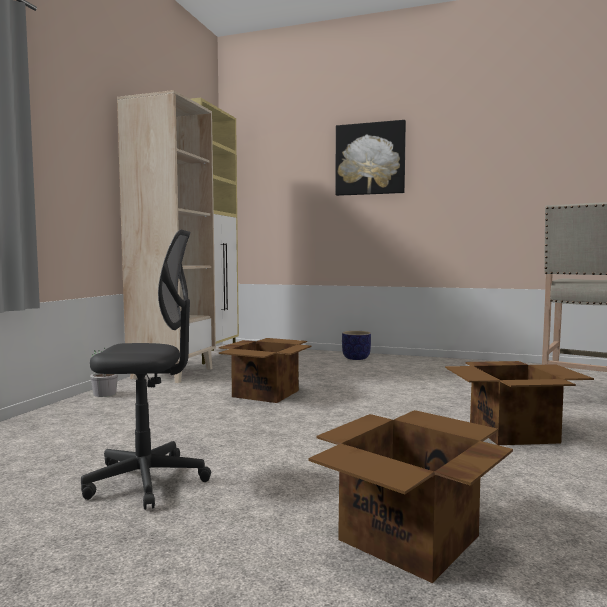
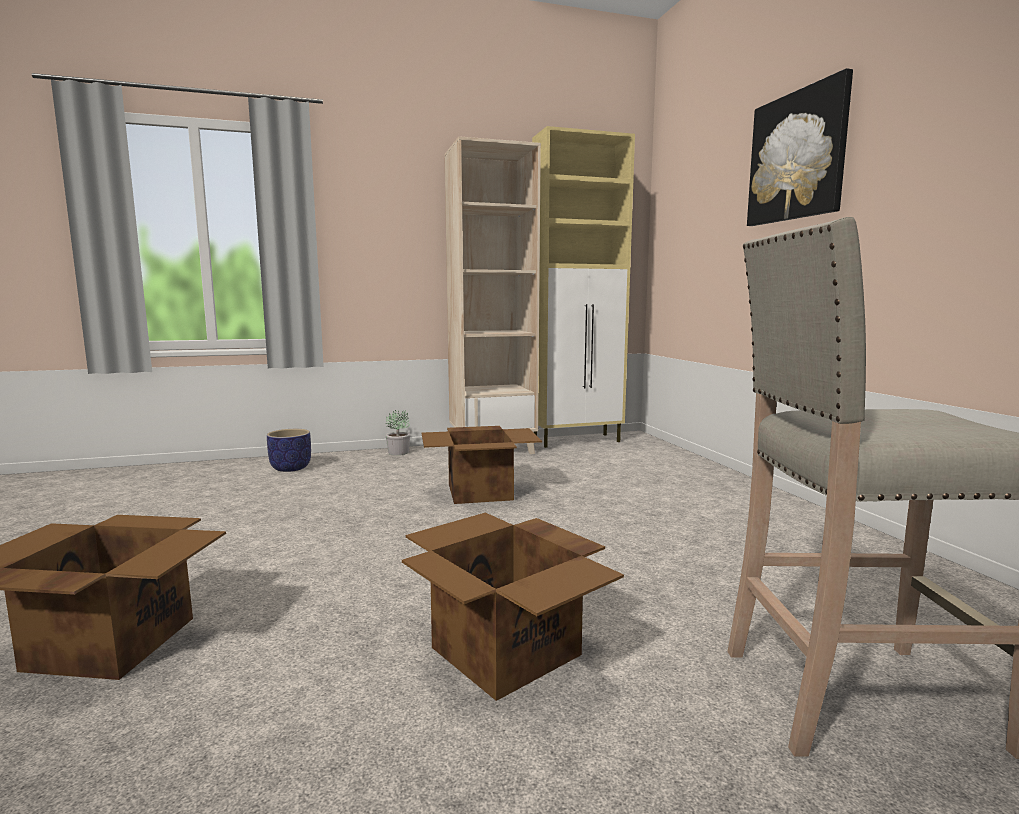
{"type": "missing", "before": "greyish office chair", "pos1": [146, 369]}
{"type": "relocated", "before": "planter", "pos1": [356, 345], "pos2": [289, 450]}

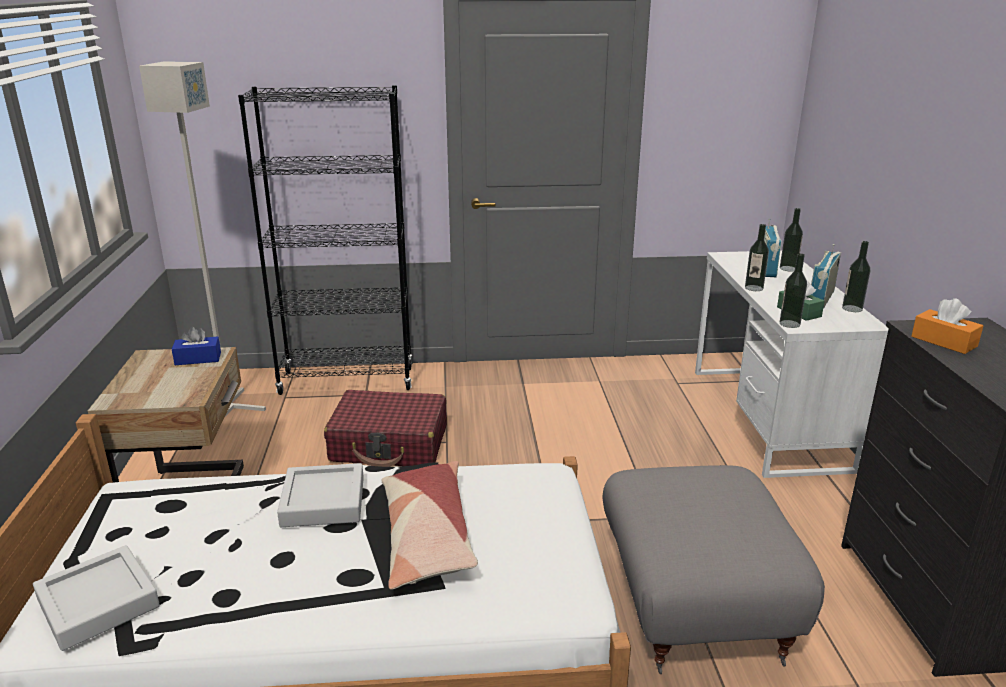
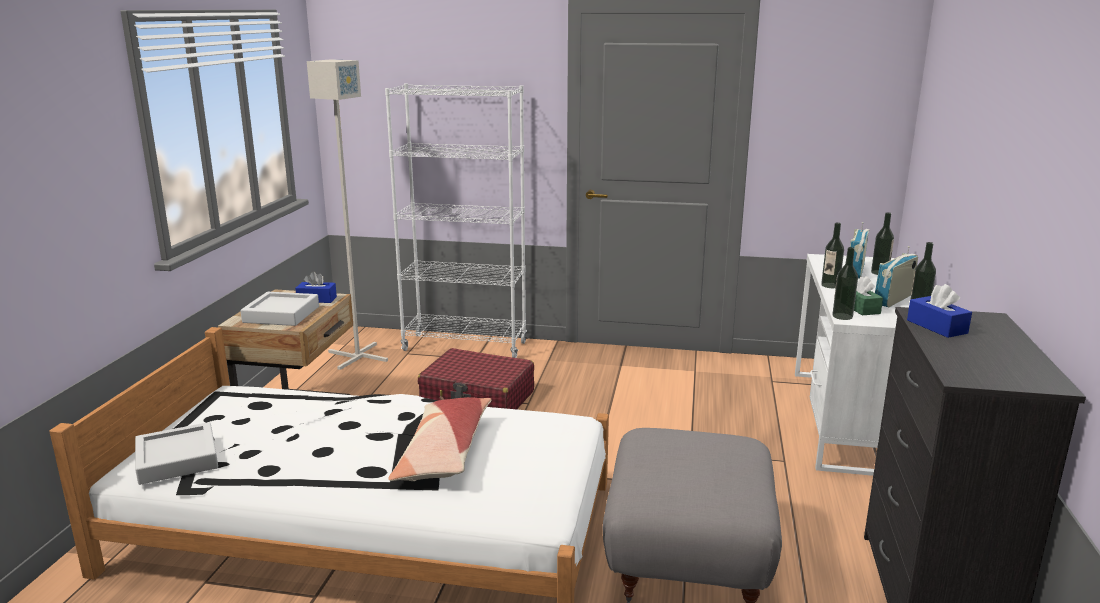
{"type": "relocated", "before": "greyish tray", "pos1": [320, 495], "pos2": [279, 309]}
{"type": "colour", "before": "black shelving unit", "after": "white-coloured shelving unit", "pos1": [325, 240], "pos2": [456, 220]}
{"type": "colour", "before": "orangey box of tissues", "after": "blue-coloured box of tissues", "pos1": [947, 326], "pos2": [939, 311]}

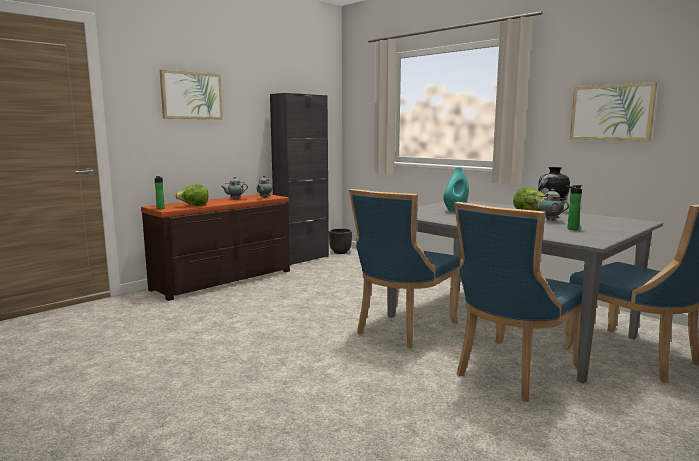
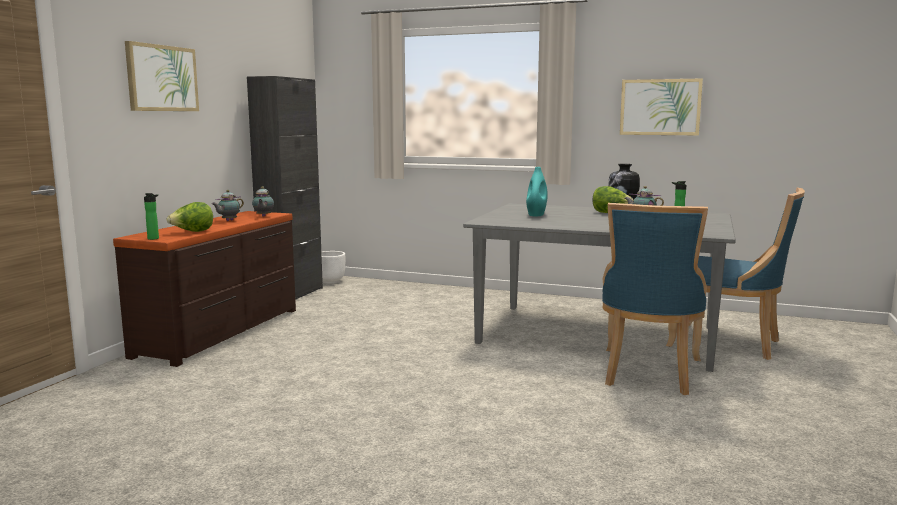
{"type": "missing", "before": "blue-coloured chair", "pos1": [404, 268]}
{"type": "colour", "before": "black planter", "after": "white-coloured planter", "pos1": [340, 241], "pos2": [333, 267]}

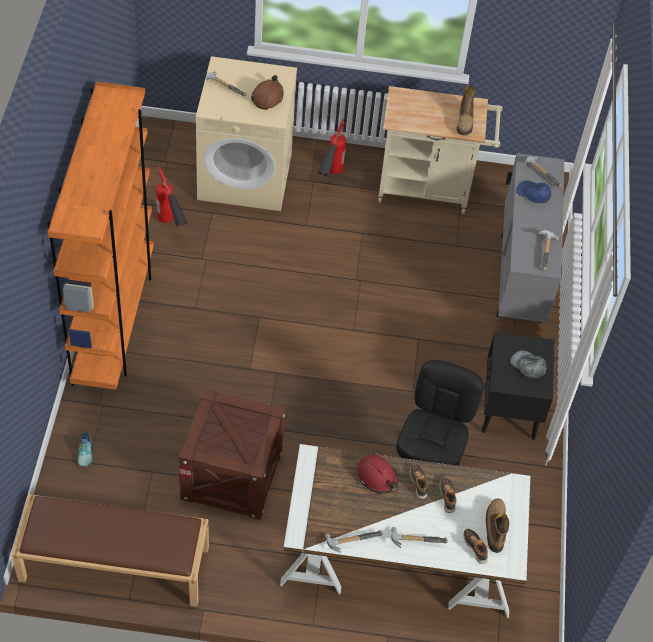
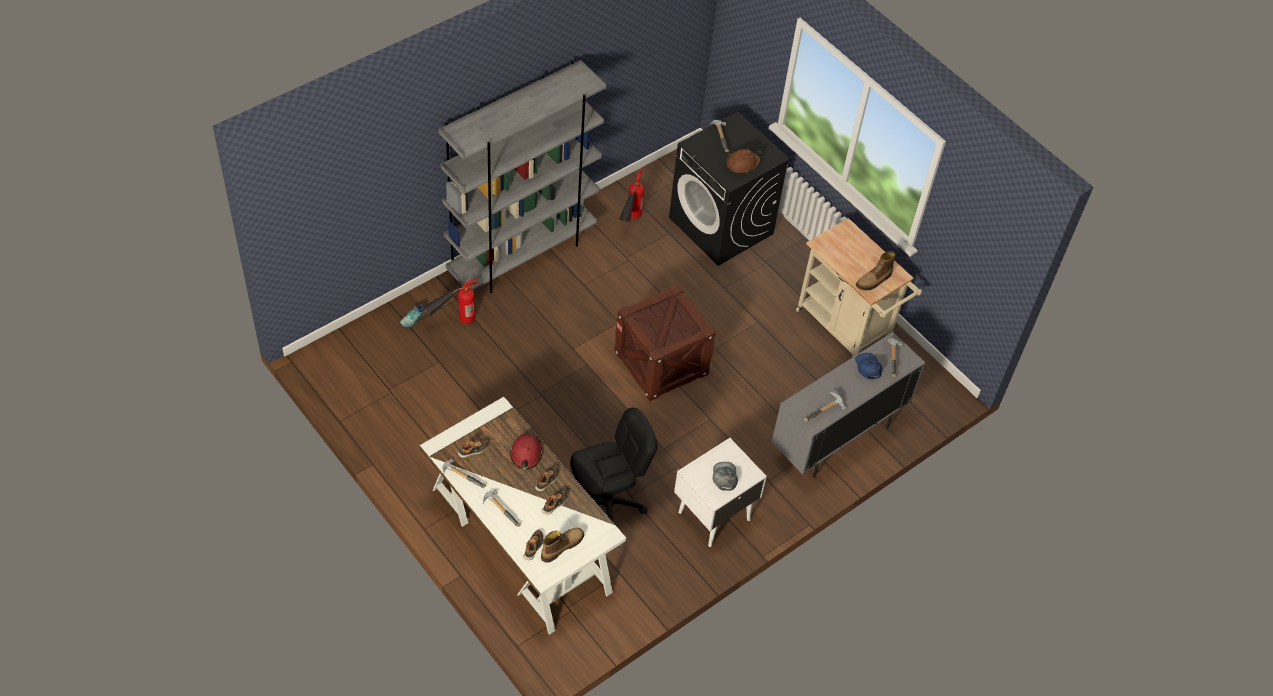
{"type": "missing", "before": "brown long seat", "pos1": [110, 550]}
{"type": "appeared", "after": "low shoe", "pos2": [473, 448]}
{"type": "relocated", "before": "shipping crate", "pos1": [232, 454], "pos2": [665, 342]}
{"type": "relocated", "before": "extinguisher", "pos1": [332, 147], "pos2": [451, 300]}
{"type": "colour", "before": "orangey shelving unit", "after": "greyish shelving unit", "pos1": [100, 236], "pos2": [522, 176]}
{"type": "colour", "before": "beige-coloured laundry machine", "after": "black laundry machine", "pos1": [246, 133], "pos2": [729, 189]}
{"type": "colour", "before": "black bedside table", "after": "white-coloured bedside table", "pos1": [517, 386], "pos2": [720, 492]}

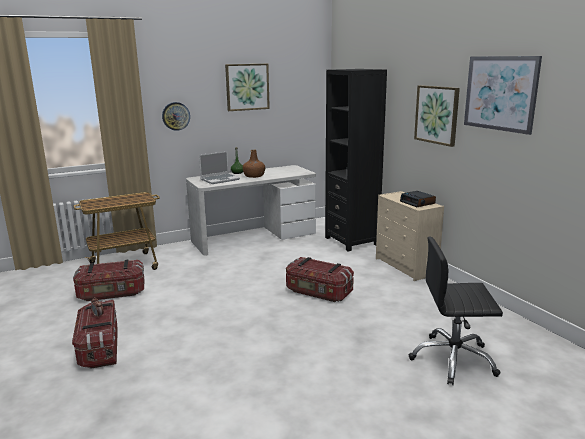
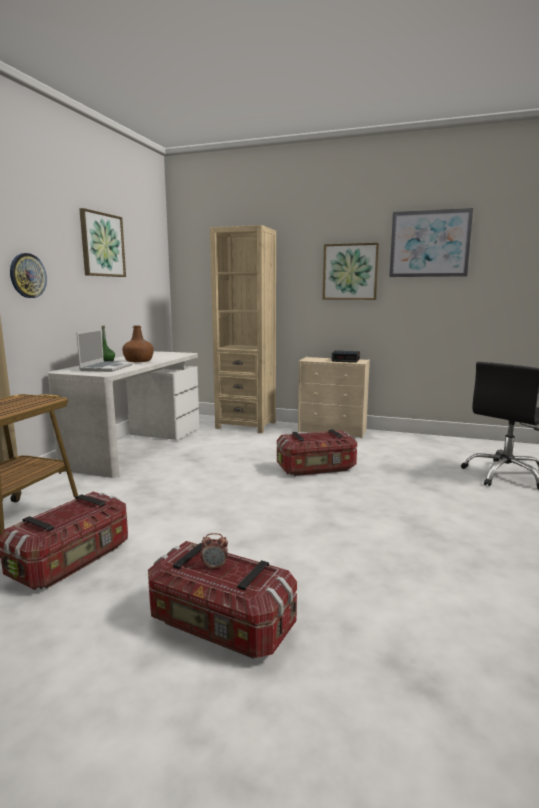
{"type": "colour", "before": "black shelving unit", "after": "beige-coloured shelving unit", "pos1": [356, 160], "pos2": [243, 329]}

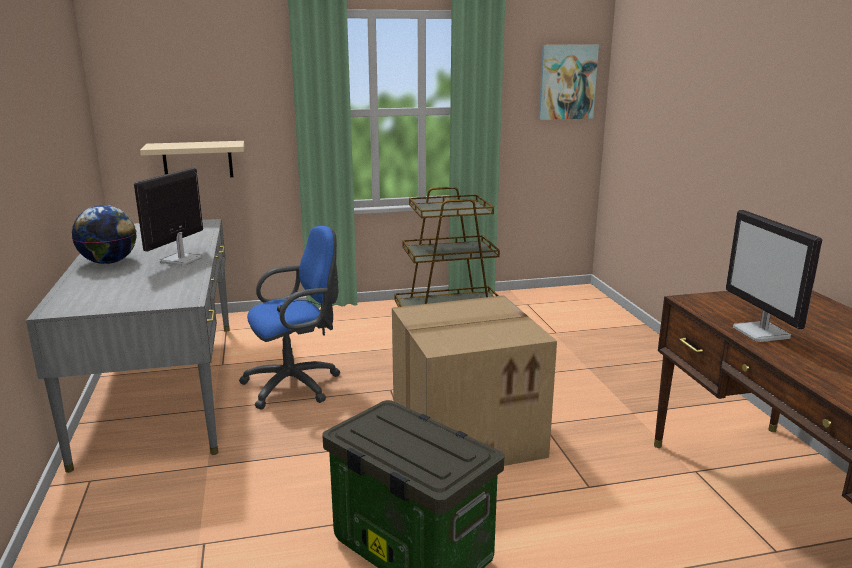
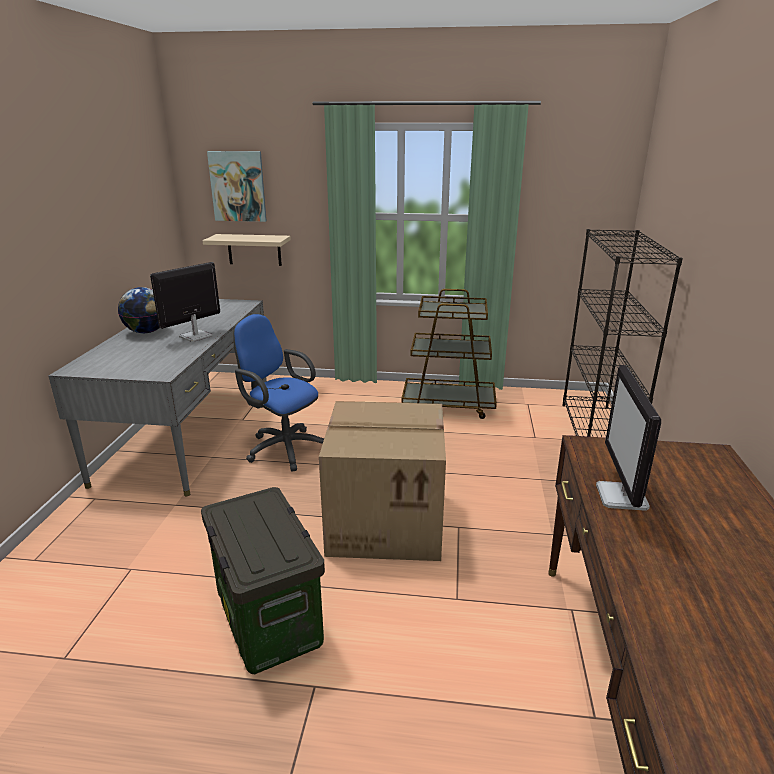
{"type": "appeared", "after": "black shelving unit", "pos2": [622, 333]}
{"type": "relocated", "before": "wall picture", "pos1": [569, 82], "pos2": [237, 186]}
{"type": "spun", "before": "blue-coloured office chair", "pos1": [289, 318], "pos2": [278, 393], "turn": -135}

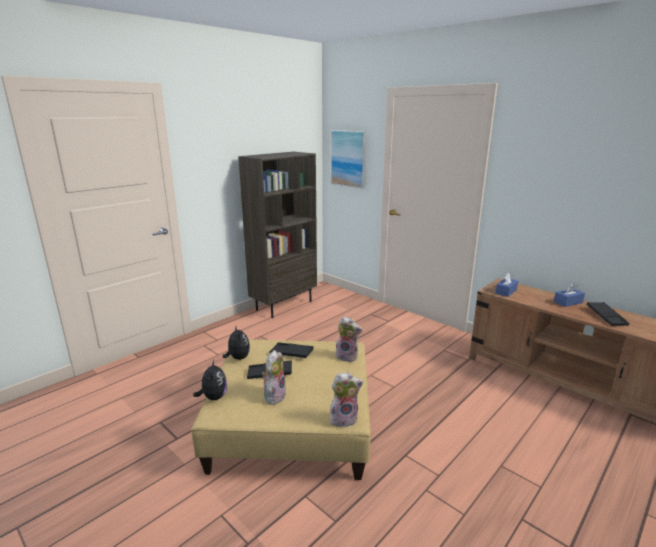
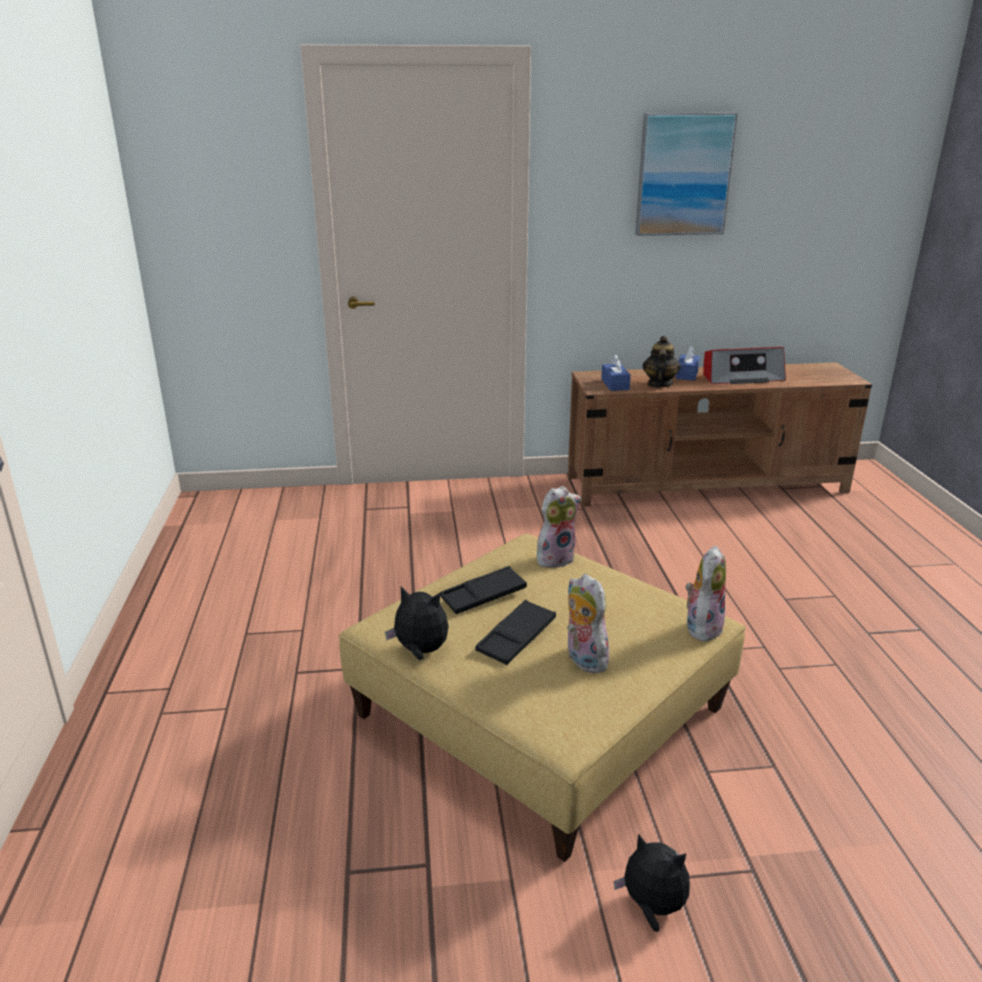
{"type": "missing", "before": "brown shelving unit", "pos1": [277, 235]}
{"type": "appeared", "after": "pot for tea", "pos2": [662, 361]}
{"type": "relocated", "before": "plush toy", "pos1": [210, 380], "pos2": [652, 883]}
{"type": "relocated", "before": "wall picture", "pos1": [349, 159], "pos2": [686, 174]}
{"type": "exchanged", "before": "black tray", "after": "radio set", "pos1": [608, 314], "pos2": [744, 365]}

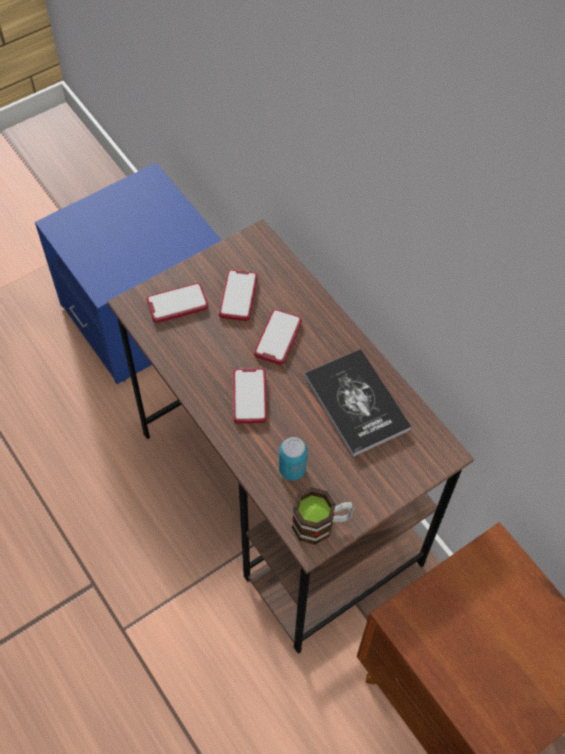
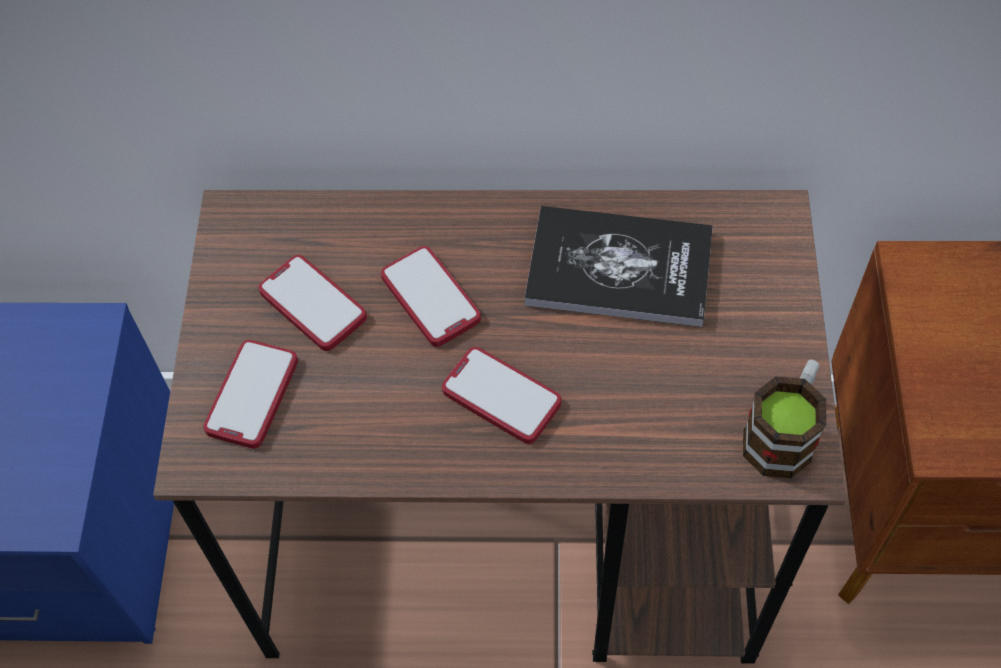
{"type": "missing", "before": "can", "pos1": [293, 458]}

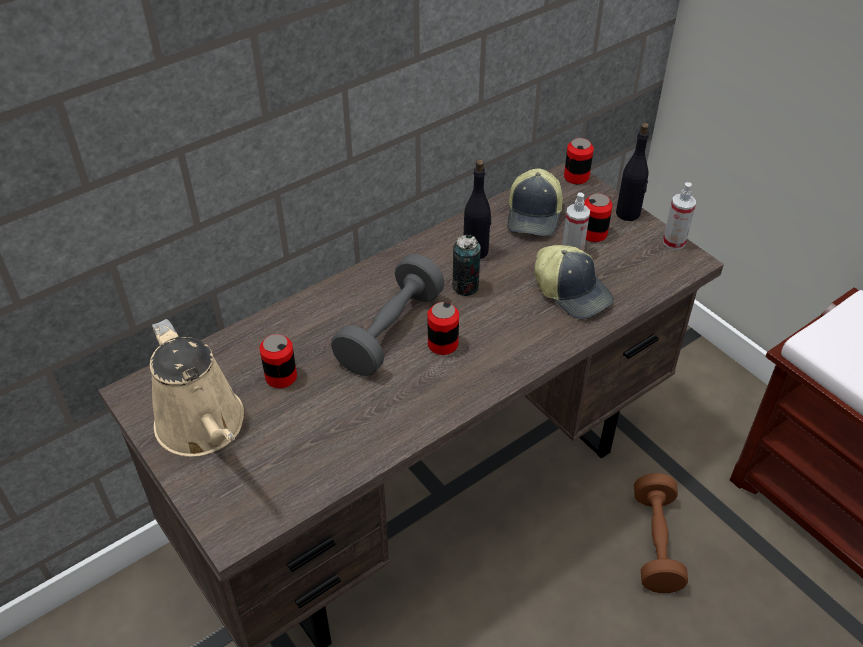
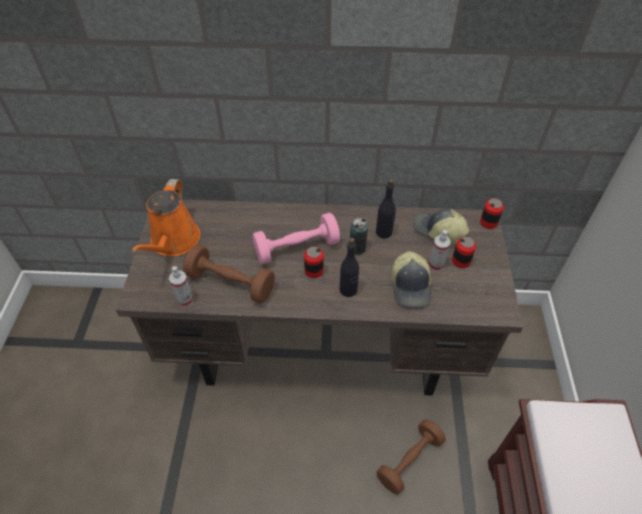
{"type": "missing", "before": "can", "pos1": [278, 361]}
{"type": "appeared", "after": "brown dumbbell", "pos2": [229, 273]}
{"type": "relocated", "before": "black bottle", "pos1": [632, 172], "pos2": [349, 267]}
{"type": "relocated", "before": "hand sprayer", "pos1": [679, 216], "pos2": [181, 286]}
{"type": "colour", "before": "beige-coloured watering can", "after": "orangey watering can", "pos1": [197, 388], "pos2": [165, 217]}
{"type": "colour", "before": "greyish dumbbell", "after": "pink dumbbell", "pos1": [388, 315], "pos2": [296, 238]}
{"type": "spun", "before": "peaked cap", "pos1": [535, 202], "pos2": [441, 227], "turn": 75}

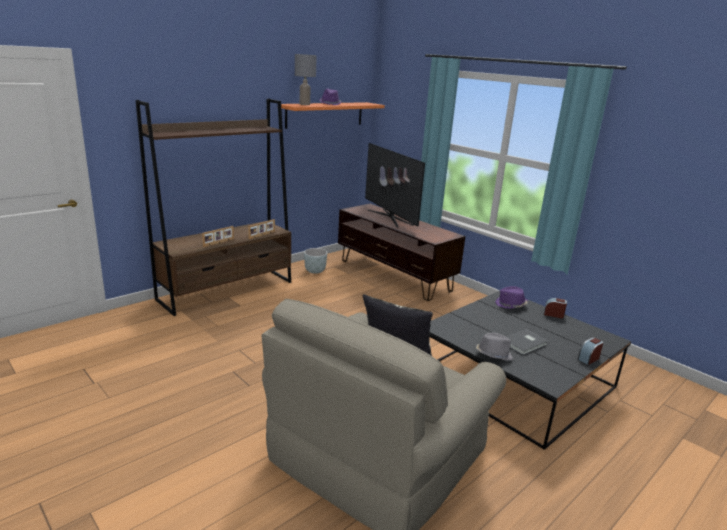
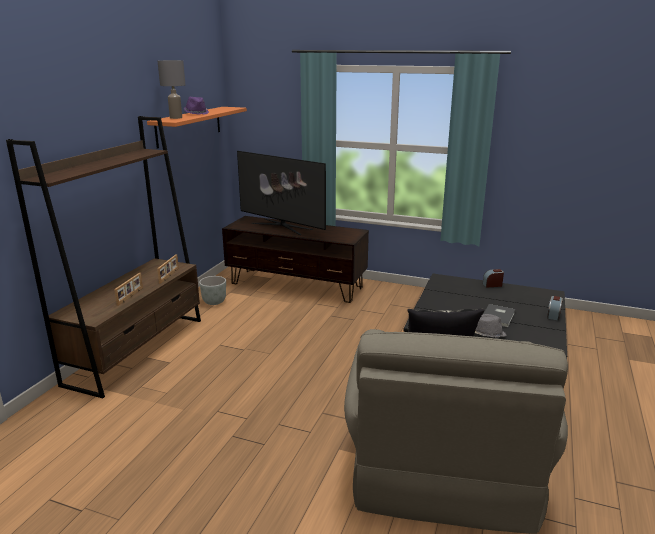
{"type": "missing", "before": "purple clothing hat", "pos1": [511, 297]}

